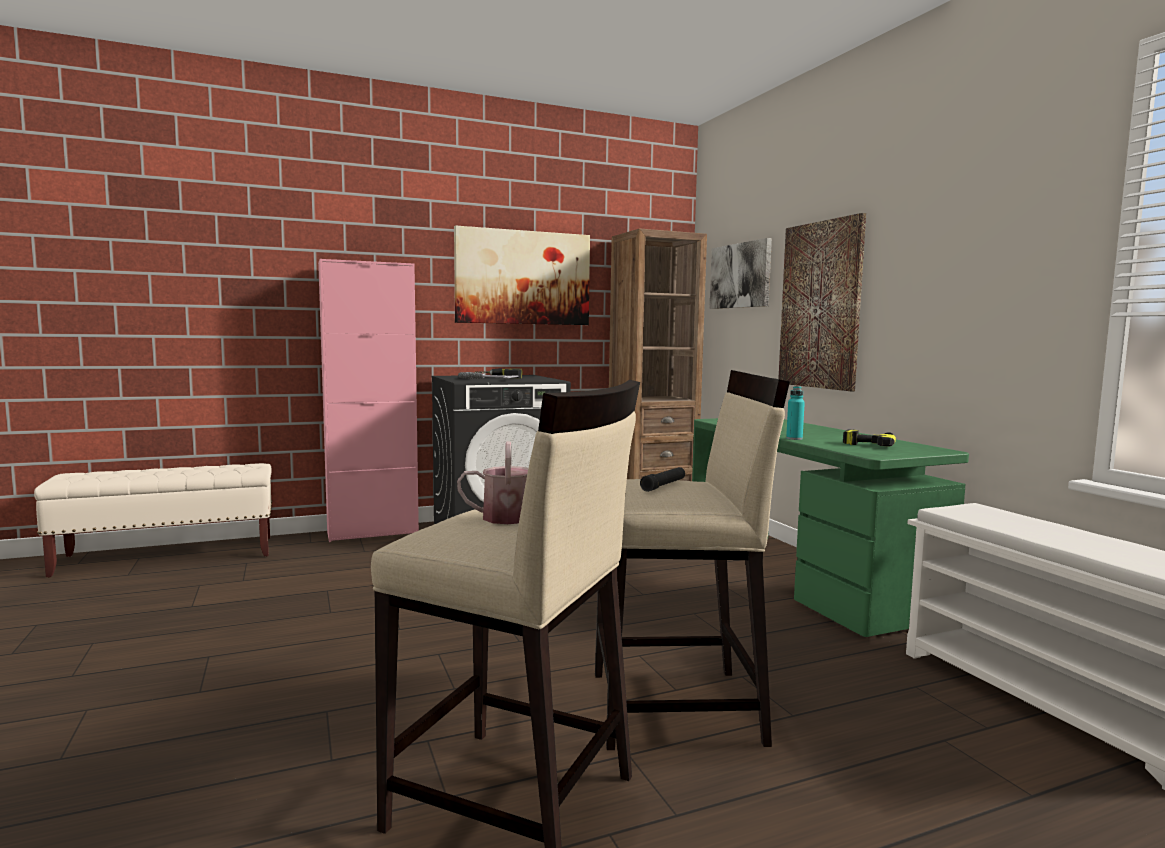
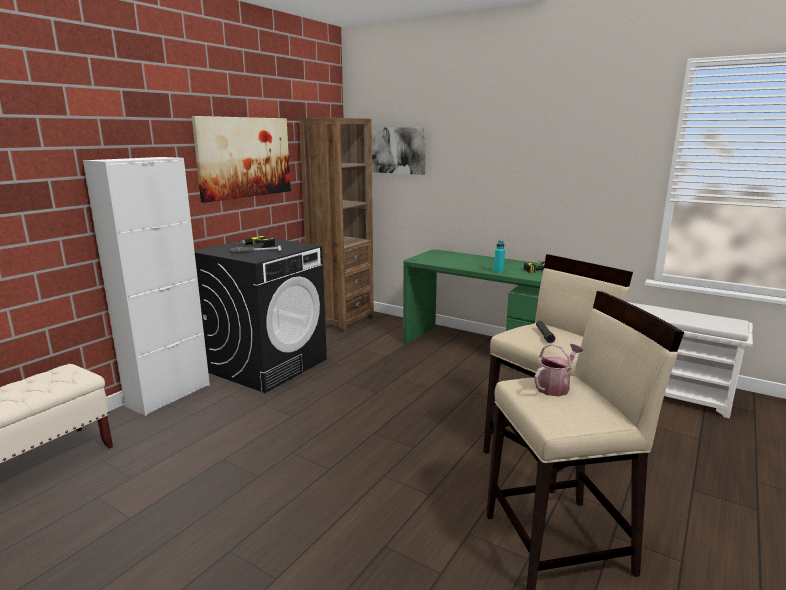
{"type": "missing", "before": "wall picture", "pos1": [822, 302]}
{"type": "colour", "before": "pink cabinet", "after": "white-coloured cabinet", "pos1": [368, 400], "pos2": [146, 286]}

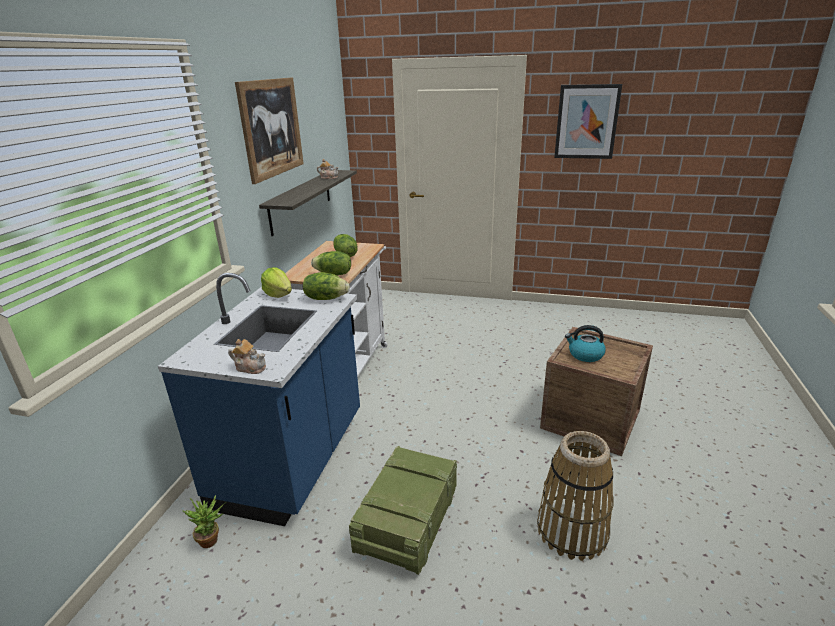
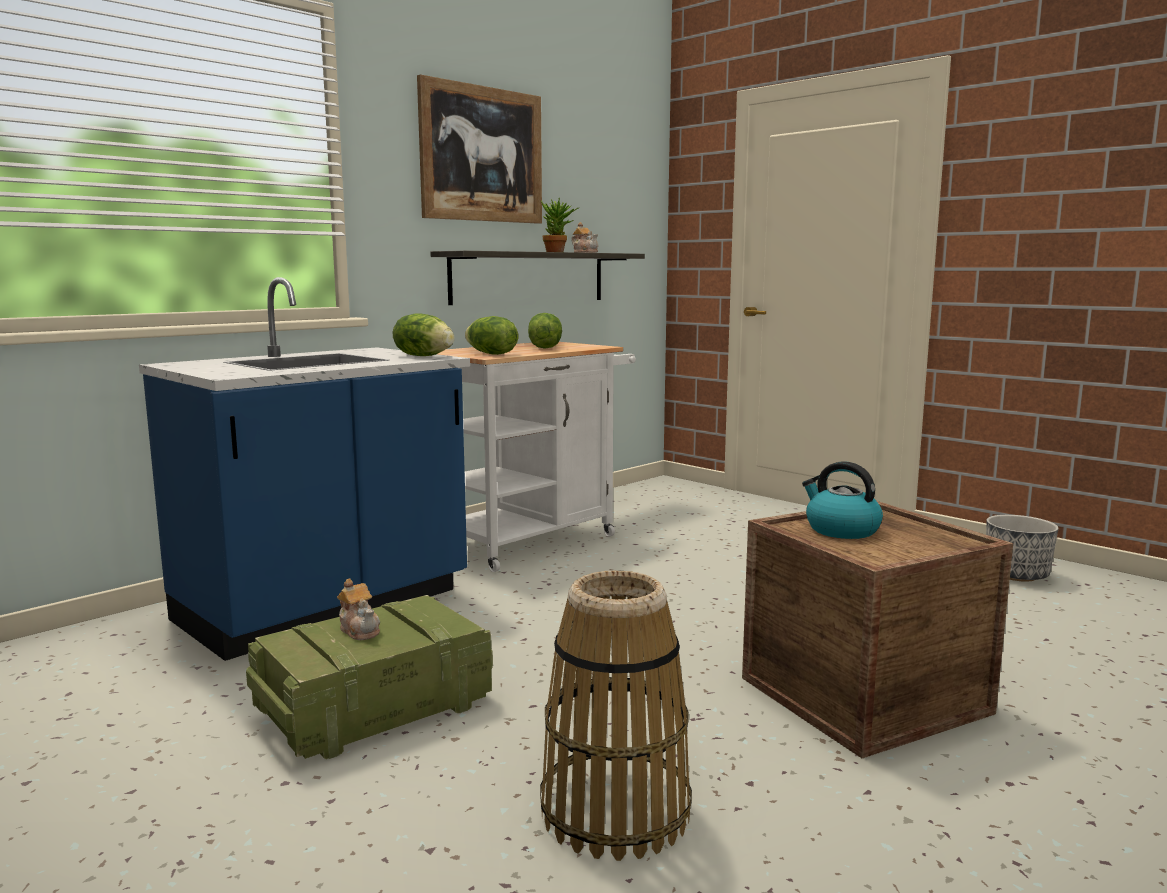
{"type": "missing", "before": "head of lettuce", "pos1": [276, 282]}
{"type": "missing", "before": "wall picture", "pos1": [588, 121]}
{"type": "appeared", "after": "planter", "pos2": [1022, 548]}
{"type": "relocated", "before": "potted plant", "pos1": [203, 521], "pos2": [560, 224]}
{"type": "relocated", "before": "pot for tea", "pos1": [247, 356], "pos2": [358, 609]}

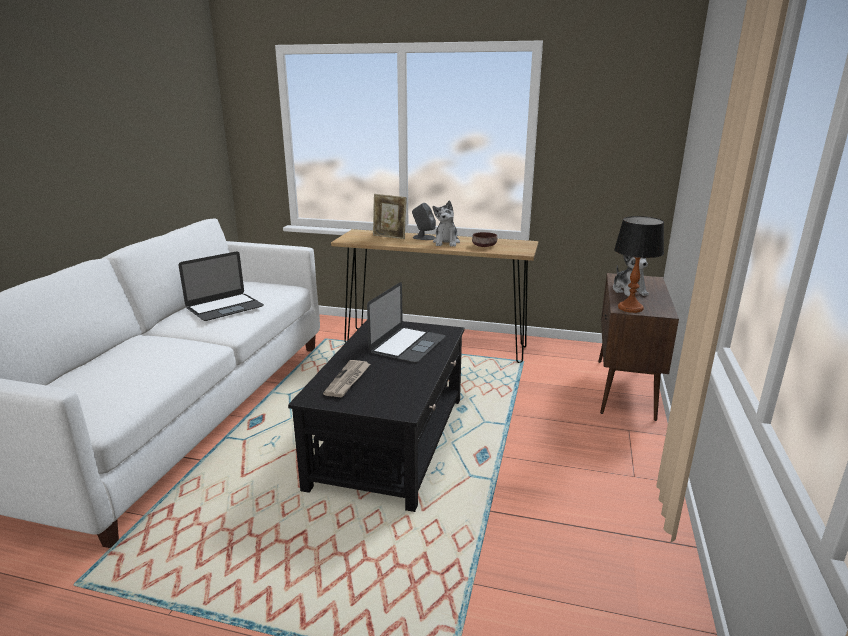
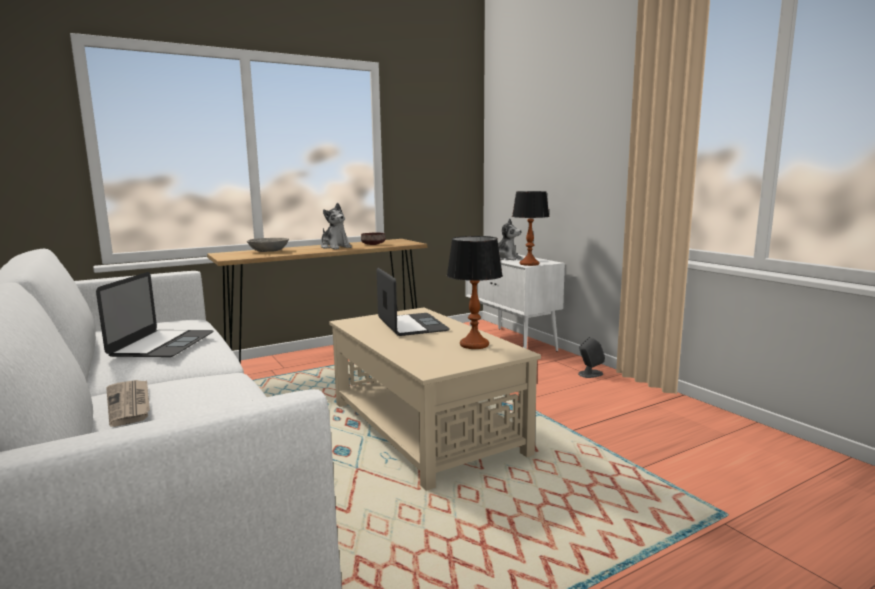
{"type": "appeared", "after": "lamp for a table", "pos2": [475, 292]}
{"type": "relocated", "before": "newspaper", "pos1": [347, 378], "pos2": [128, 403]}
{"type": "relocated", "before": "greyish loudspeaker", "pos1": [424, 221], "pos2": [591, 357]}
{"type": "exchanged", "before": "standing frame", "after": "greyish bowl", "pos1": [390, 216], "pos2": [268, 245]}
{"type": "colour", "before": "black low table", "after": "beige-coloured low table", "pos1": [376, 415], "pos2": [435, 399]}
{"type": "colour", "before": "brown cabinet", "after": "white-coloured cabinet", "pos1": [638, 347], "pos2": [515, 302]}

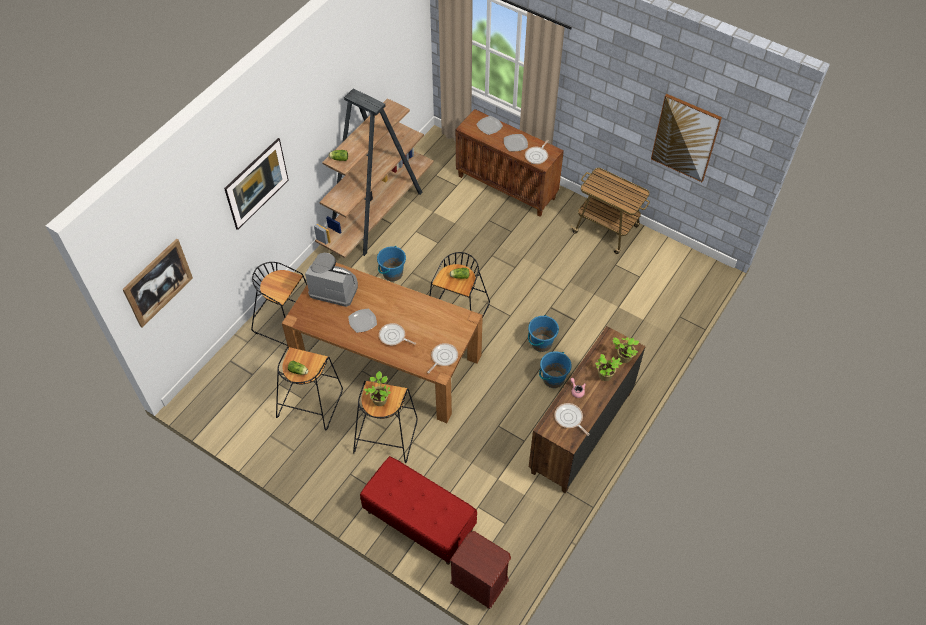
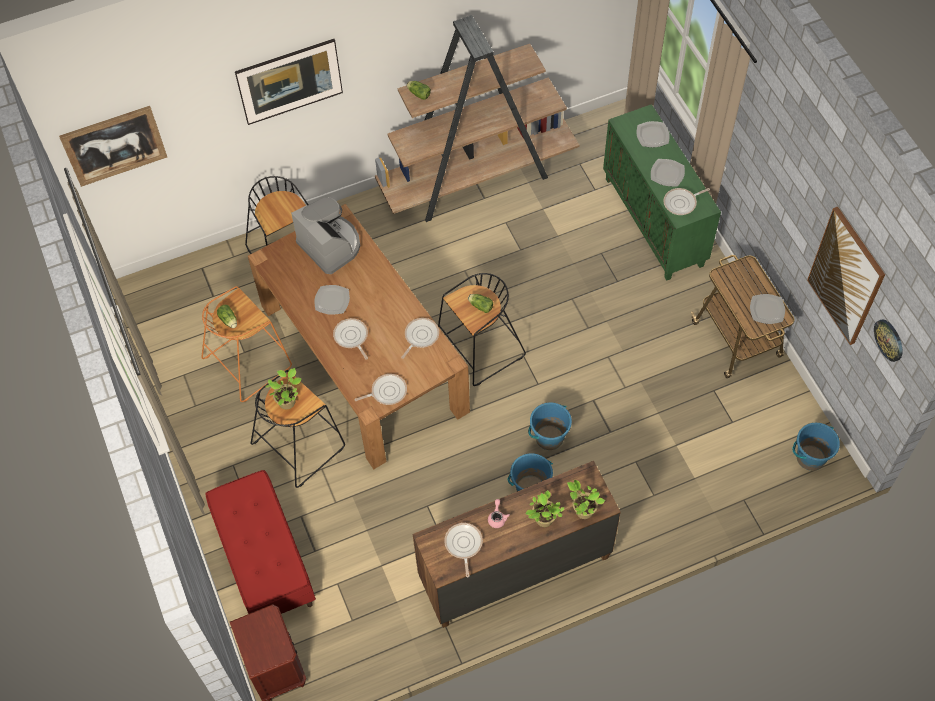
{"type": "appeared", "after": "skillet", "pos2": [420, 338]}
{"type": "appeared", "after": "dinner plate", "pos2": [767, 309]}
{"type": "appeared", "after": "clock on the wall", "pos2": [888, 340]}
{"type": "relocated", "before": "blue-coloured bucket", "pos1": [391, 263], "pos2": [816, 447]}
{"type": "colour", "before": "black stool seat", "after": "orangey stool seat", "pos1": [309, 389], "pos2": [246, 344]}
{"type": "colour", "before": "brown cabinet", "after": "green-coloured cabinet", "pos1": [510, 163], "pos2": [662, 192]}

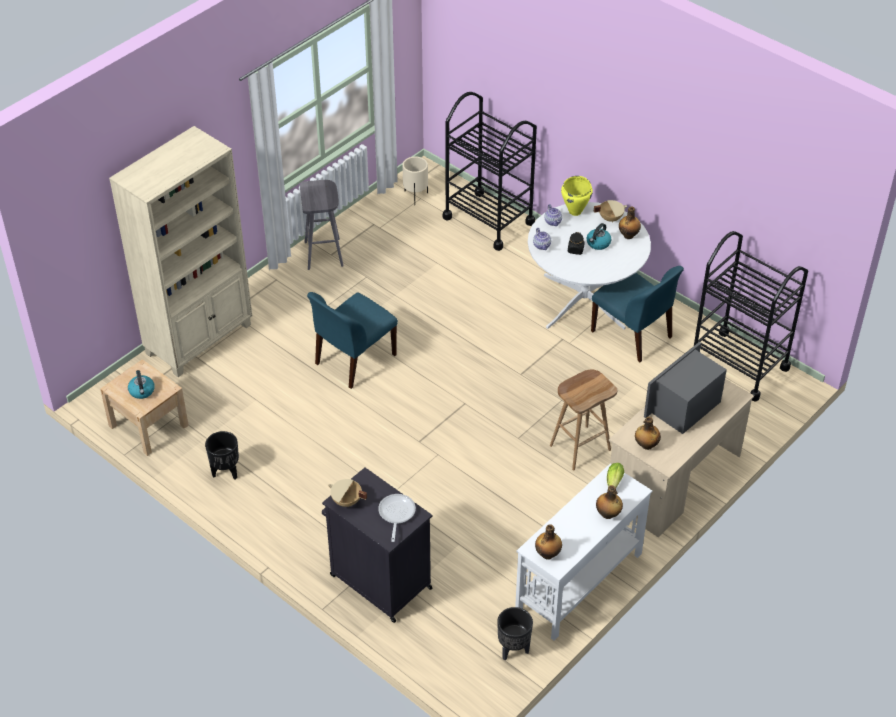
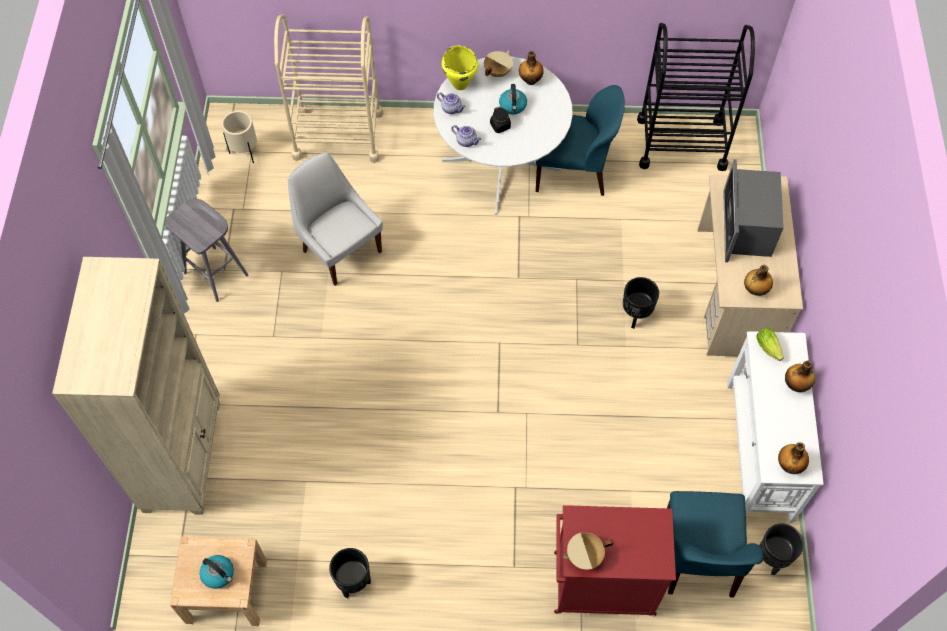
{"type": "missing", "before": "skillet", "pos1": [397, 518]}
{"type": "appeared", "after": "white-coloured chair", "pos2": [335, 218]}
{"type": "relocated", "before": "blue-coloured chair", "pos1": [352, 340], "pos2": [715, 544]}
{"type": "exchanged", "before": "brown stool seat", "after": "black planter", "pos1": [584, 419], "pos2": [641, 303]}
{"type": "colour", "before": "black cabinet", "after": "red cabinet", "pos1": [377, 545], "pos2": [615, 560]}
{"type": "colour", "before": "black cart", "after": "beige-coloured cart", "pos1": [490, 171], "pos2": [328, 88]}

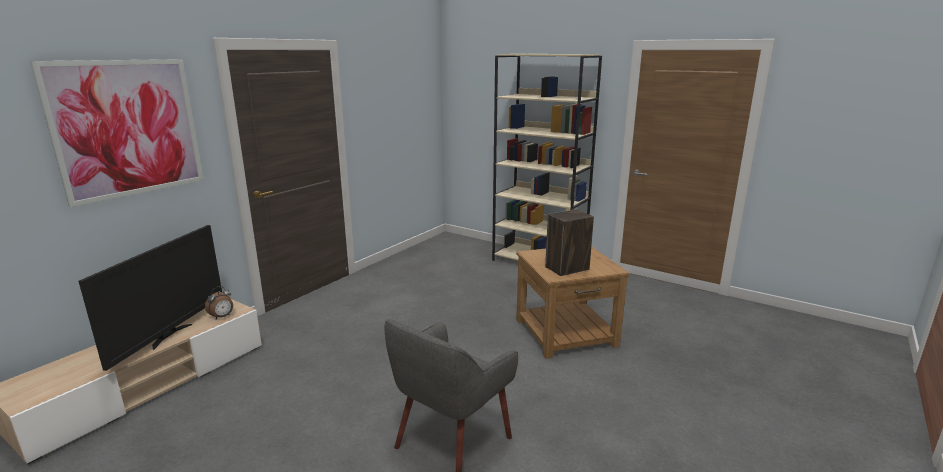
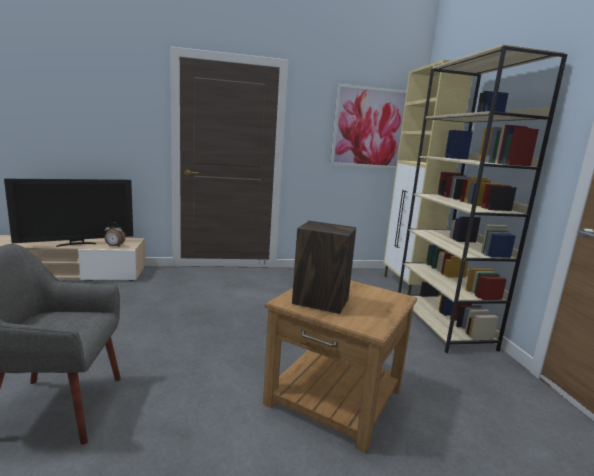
{"type": "appeared", "after": "beige-coloured cabinet", "pos2": [428, 177]}
{"type": "relocated", "before": "wall picture", "pos1": [117, 133], "pos2": [368, 126]}

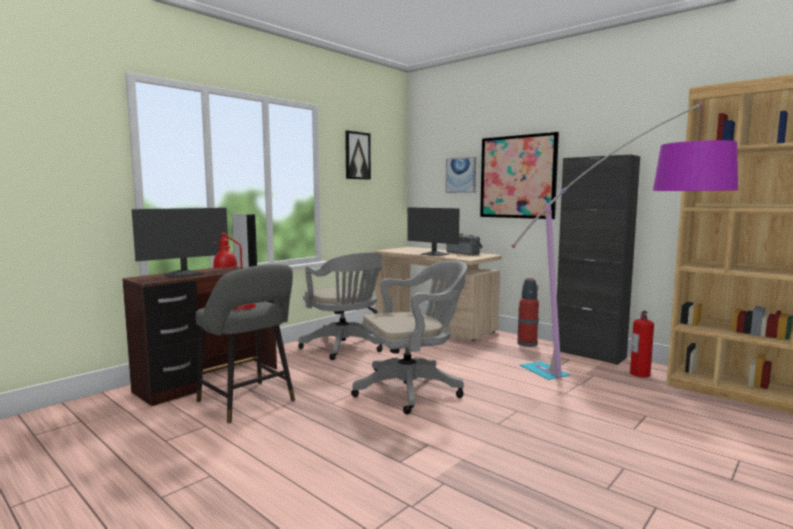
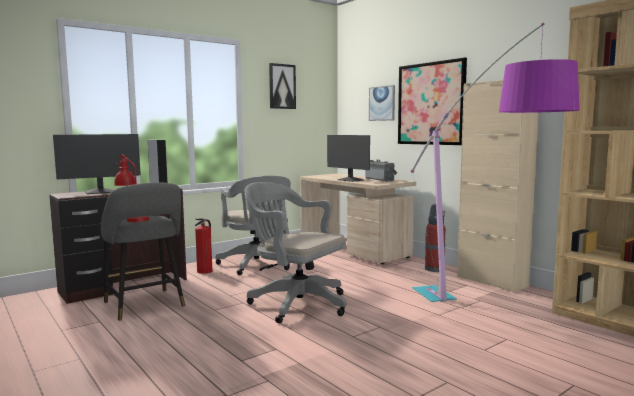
{"type": "relocated", "before": "extinguisher", "pos1": [642, 344], "pos2": [203, 246]}
{"type": "colour", "before": "black cabinet", "after": "beige-coloured cabinet", "pos1": [598, 259], "pos2": [498, 186]}
{"type": "spun", "before": "greyish office chair", "pos1": [409, 337], "pos2": [295, 252], "turn": -135}

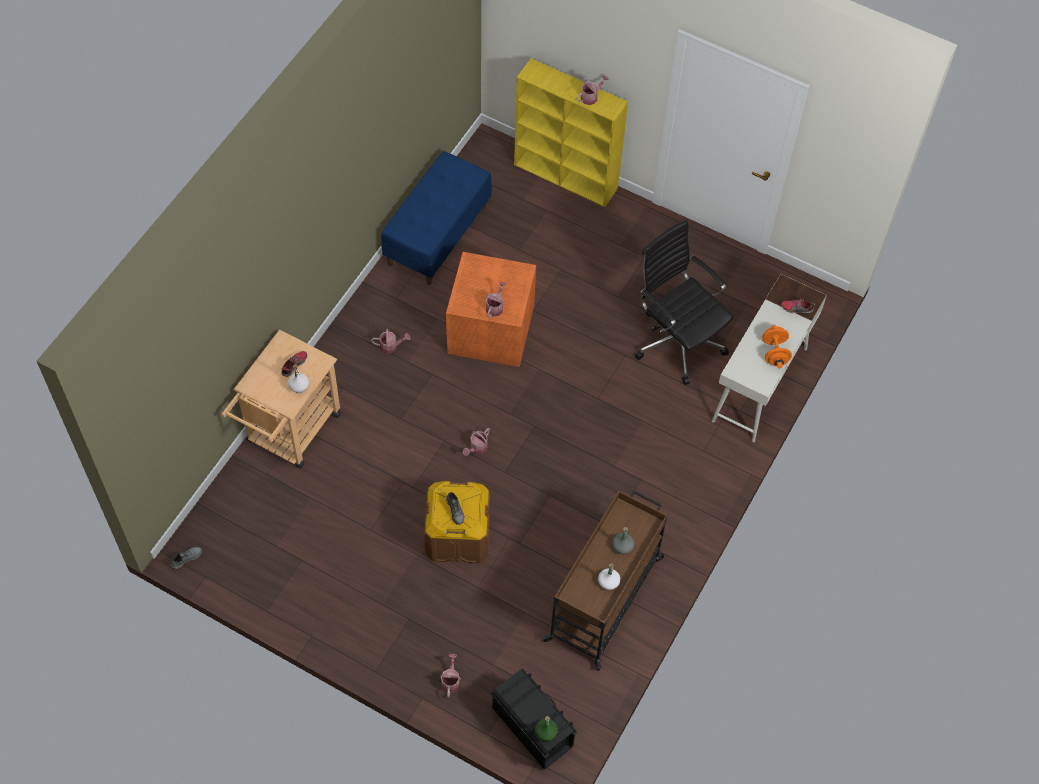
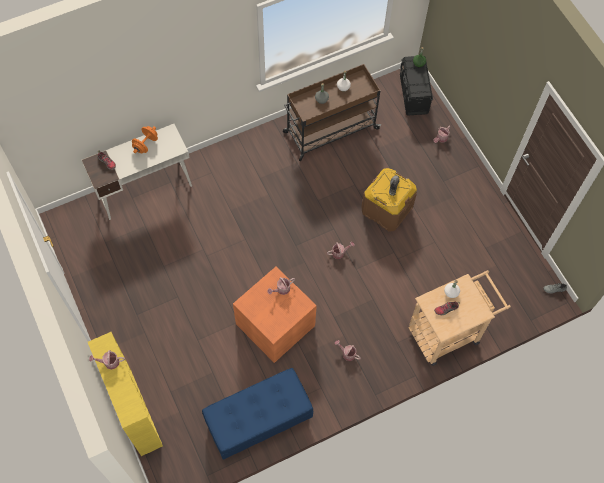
{"type": "missing", "before": "black office chair", "pos1": [684, 302]}

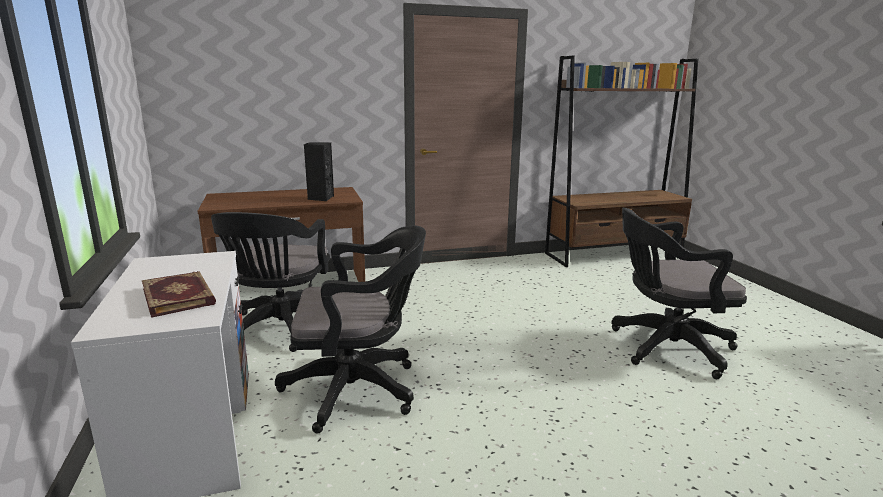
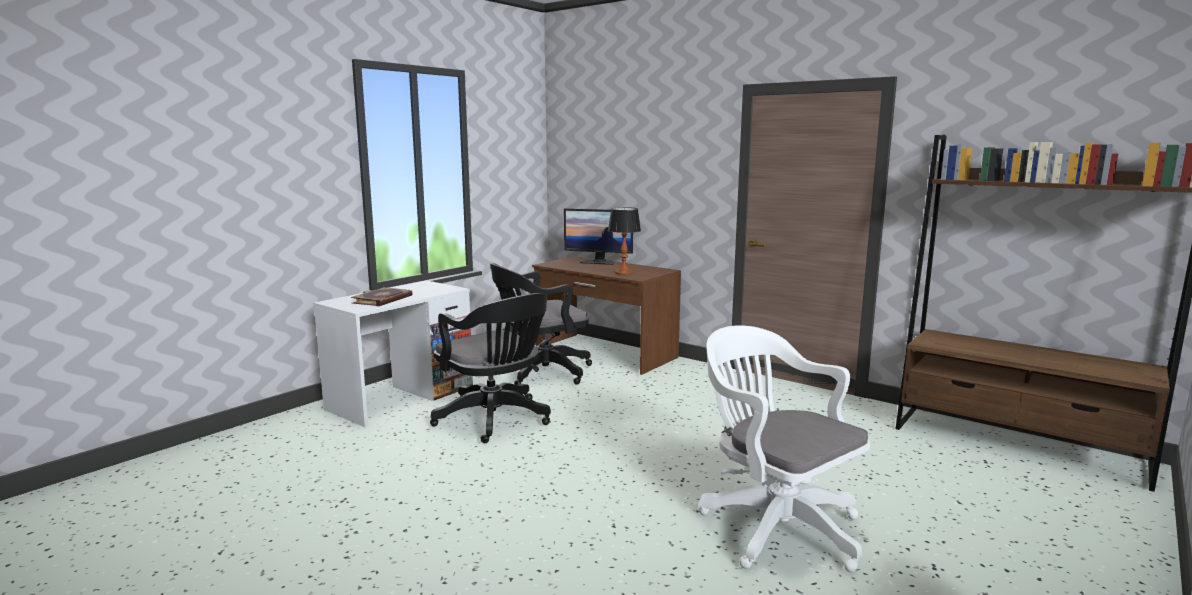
{"type": "appeared", "after": "computer screen", "pos2": [598, 236]}
{"type": "exchanged", "before": "black loudspeaker", "after": "lamp for a table", "pos1": [319, 171], "pos2": [624, 241]}
{"type": "colour", "before": "black office chair", "after": "white-coloured office chair", "pos1": [679, 293], "pos2": [784, 448]}

